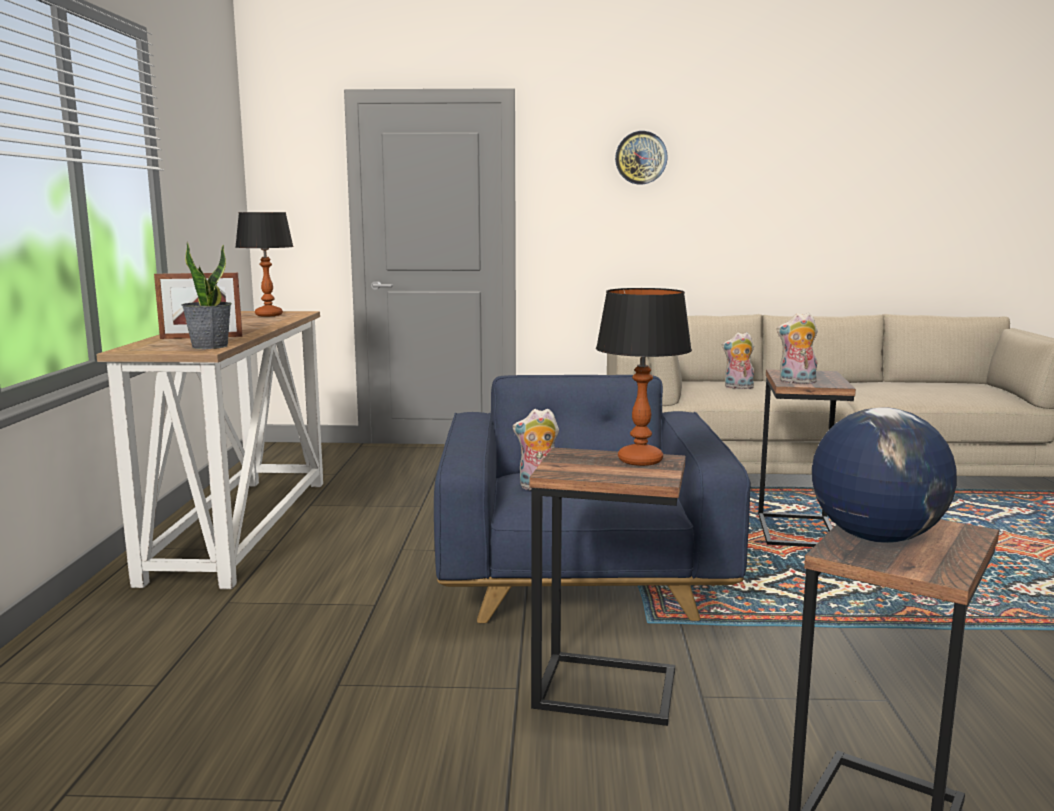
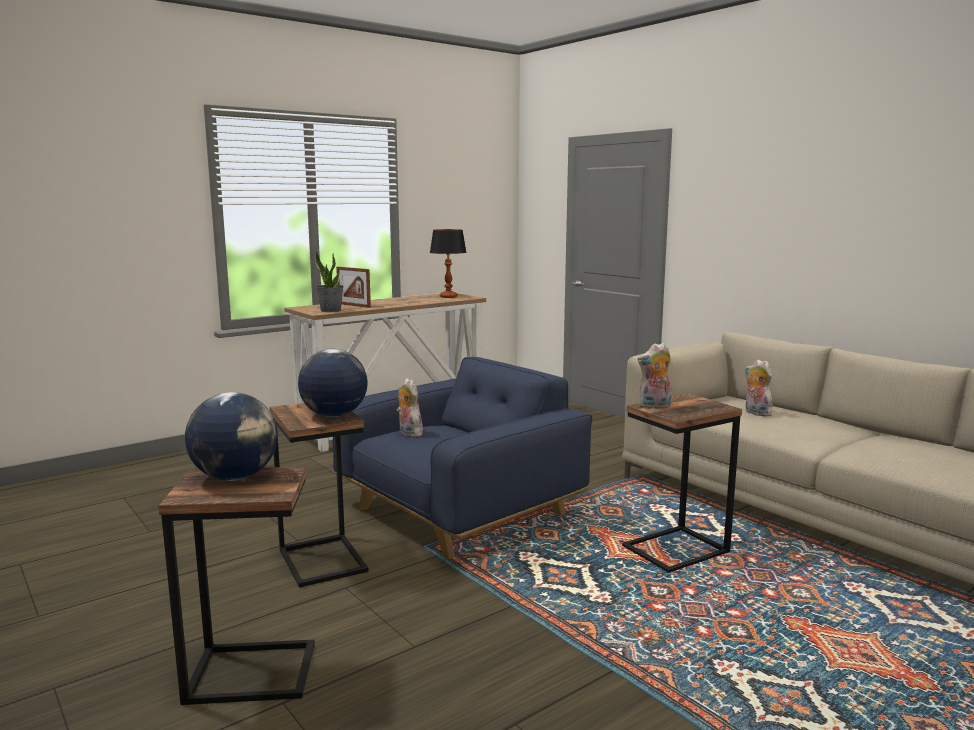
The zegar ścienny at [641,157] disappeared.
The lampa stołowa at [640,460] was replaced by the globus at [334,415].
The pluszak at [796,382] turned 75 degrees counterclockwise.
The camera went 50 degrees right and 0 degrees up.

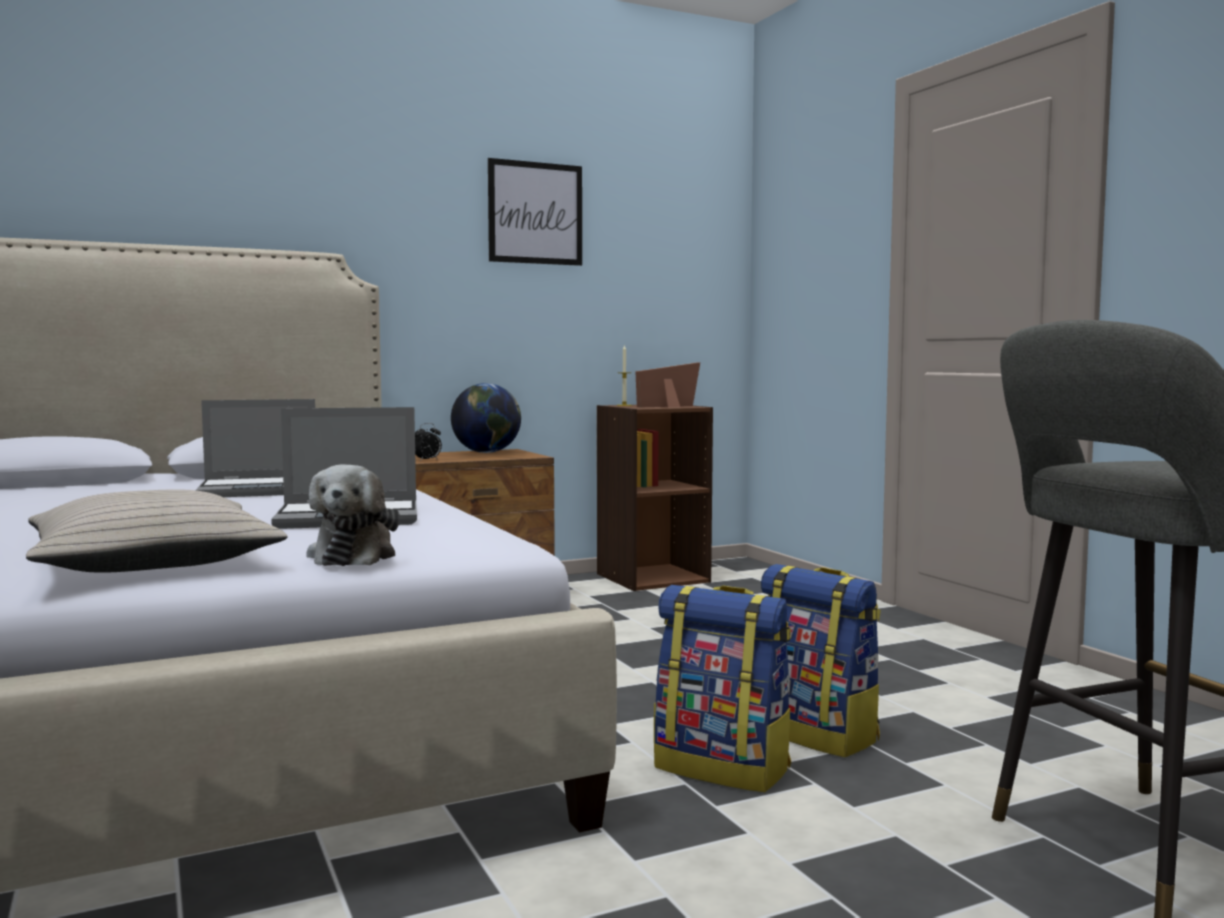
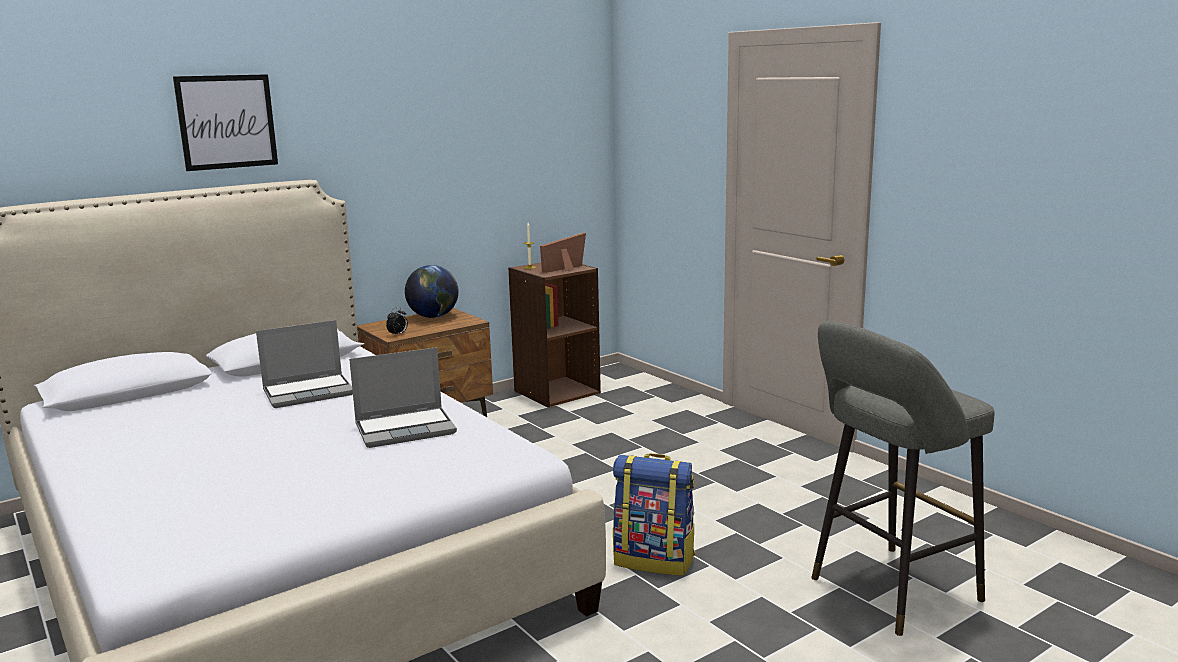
The poduszka/beżowy at [153,561] disappeared.
The pluszak at [354,555] disappeared.
The plecak at [817,734] disappeared.
The obraz moved from [535,213] to [227,122].
The camera went 10 degrees left and 10 degrees up.

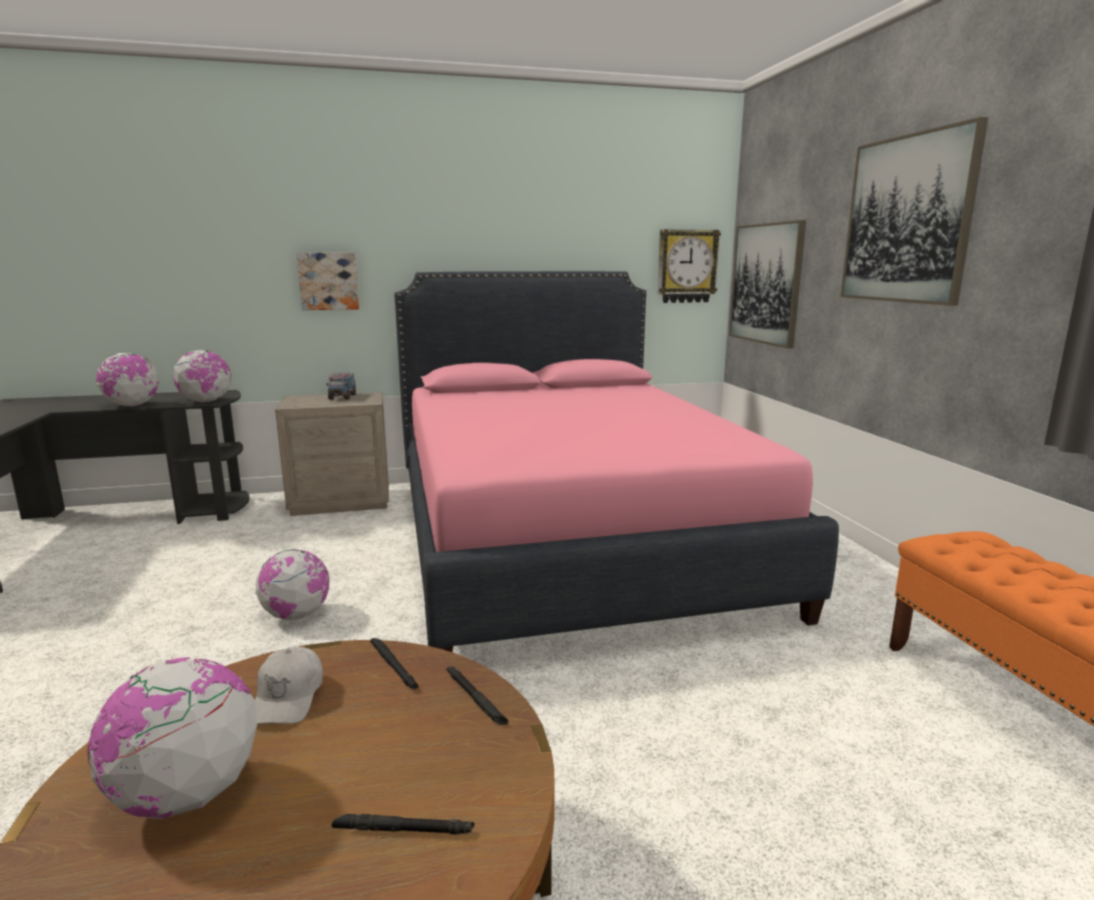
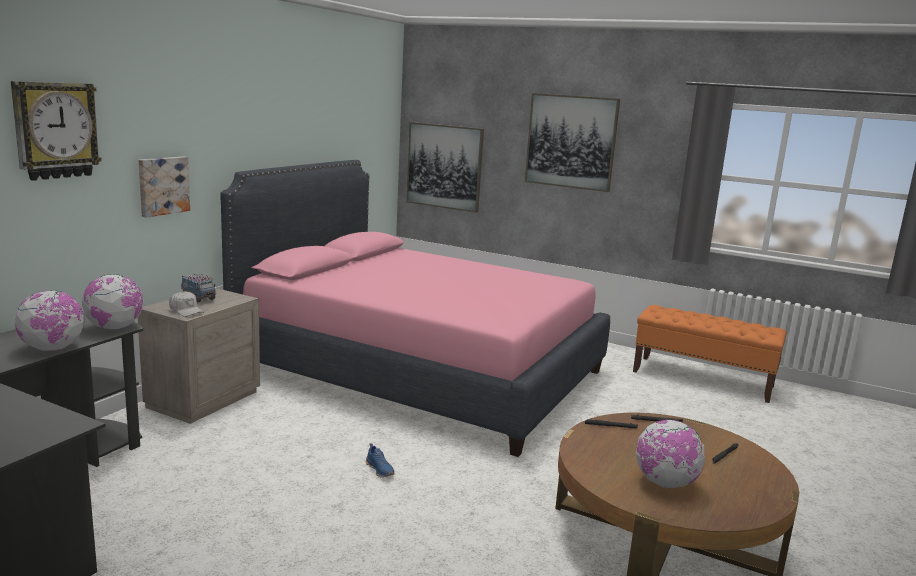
The czapka z daszkiem/biały moved from [288,697] to [186,310].
The zegar ścienny moved from [686,266] to [55,130].
The globus at [297,615] was replaced by the but/niebieski at [380,469].
The camera went 50 degrees left and 0 degrees up.

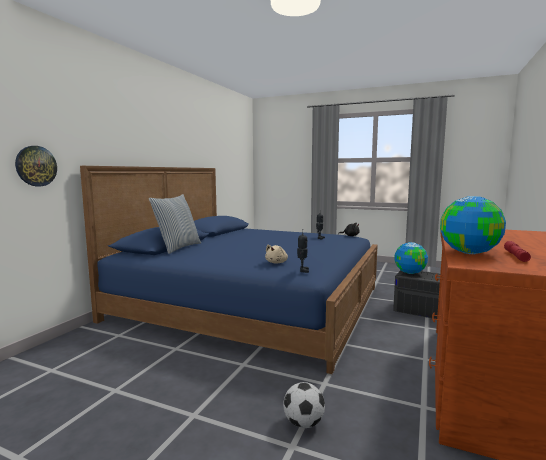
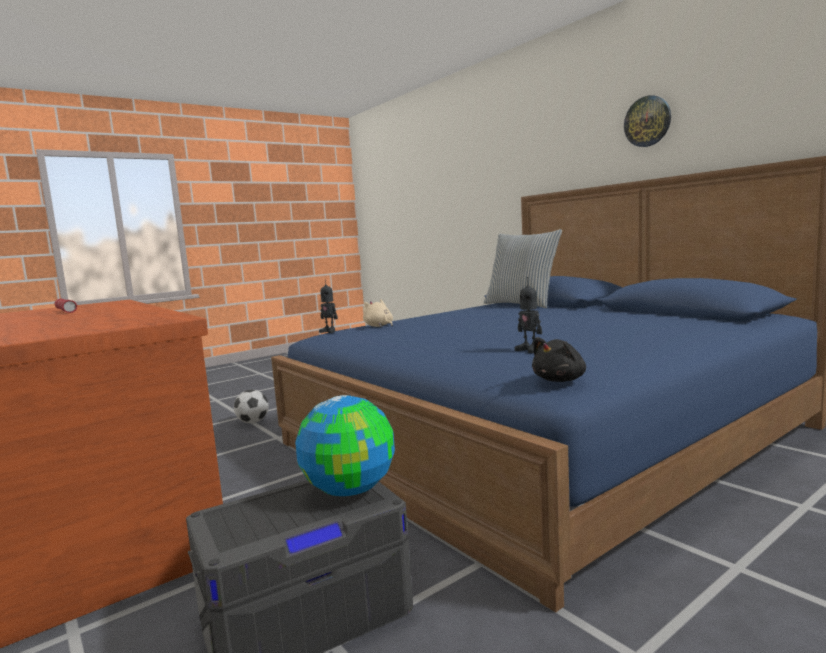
The globus at [469,252] disappeared.
The zegar ścienny moved from [36,166] to [647,121].
The camera went 120 degrees right and 0 degrees up.

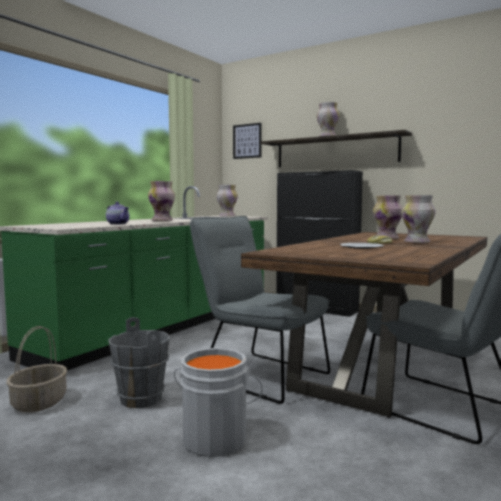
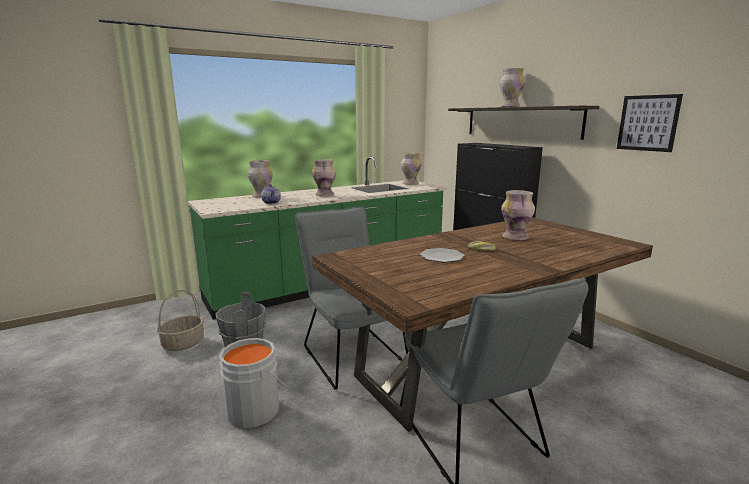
The obraz moved from [247,141] to [648,123].
The wazon moved from [416,242] to [261,196].
The camera went 25 degrees right and 10 degrees up.

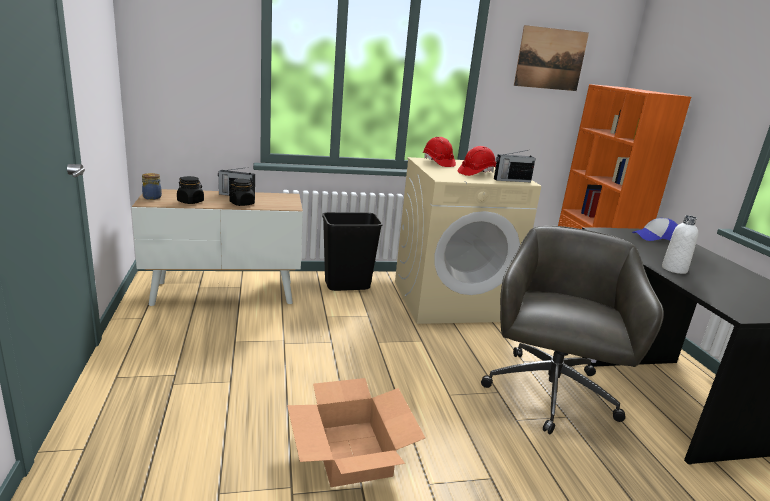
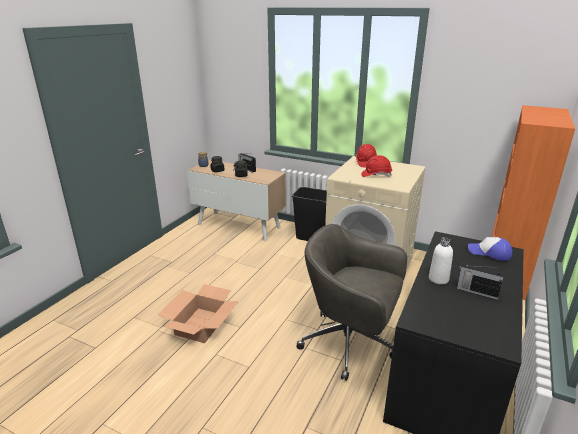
The obraz at [550,59] disappeared.
The radio moved from [511,180] to [476,291].
The krzesło biurowe/szary at [549,394] turned 120 degrees counterclockwise.
The camera went 40 degrees right and 5 degrees up.

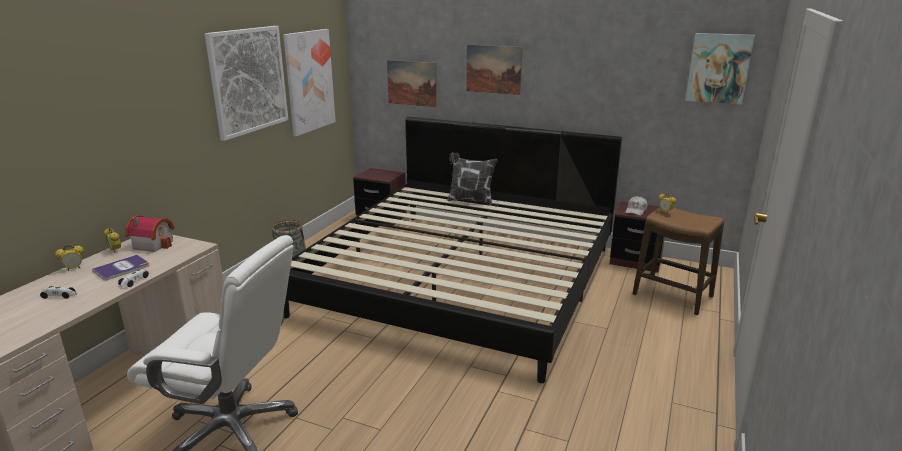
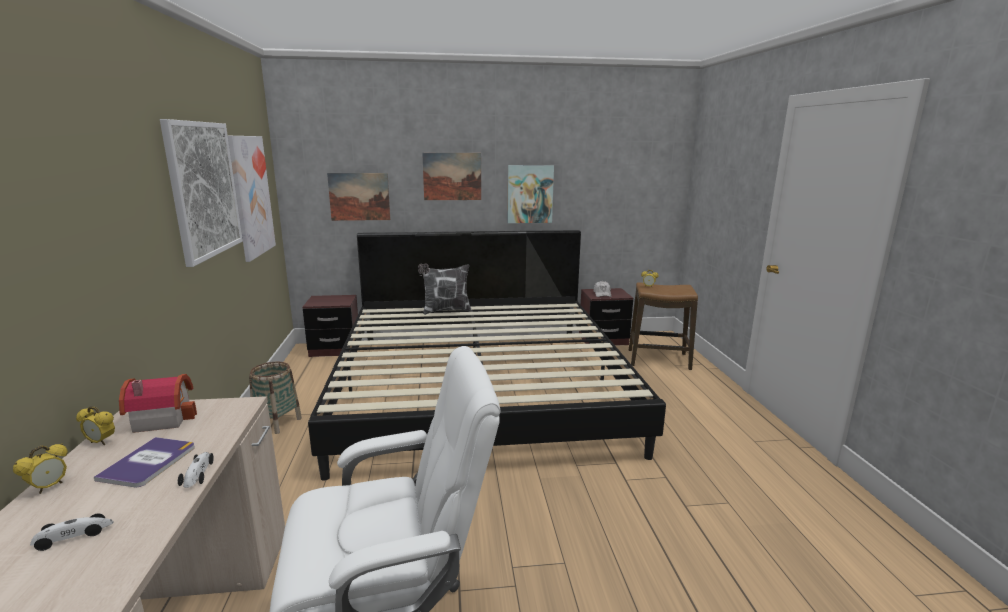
The obraz moved from [718,68] to [530,194].
The camera went 30 degrees left and 5 degrees down.

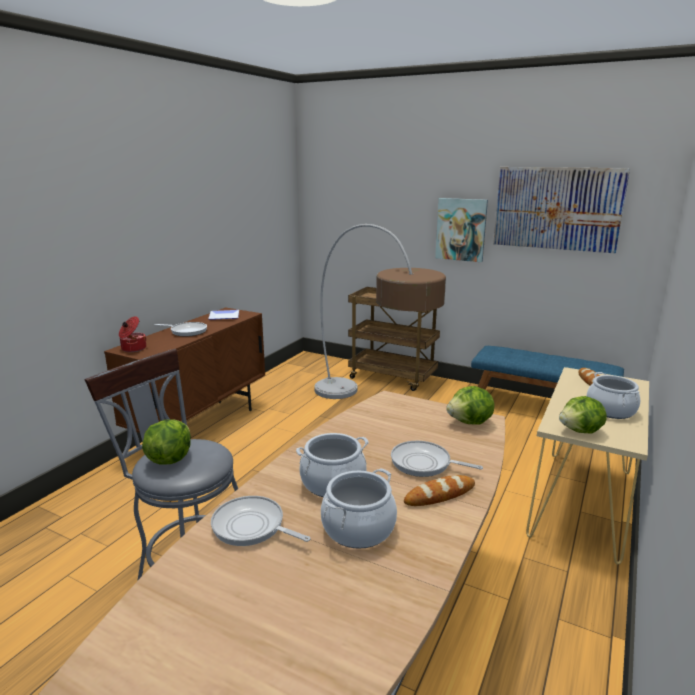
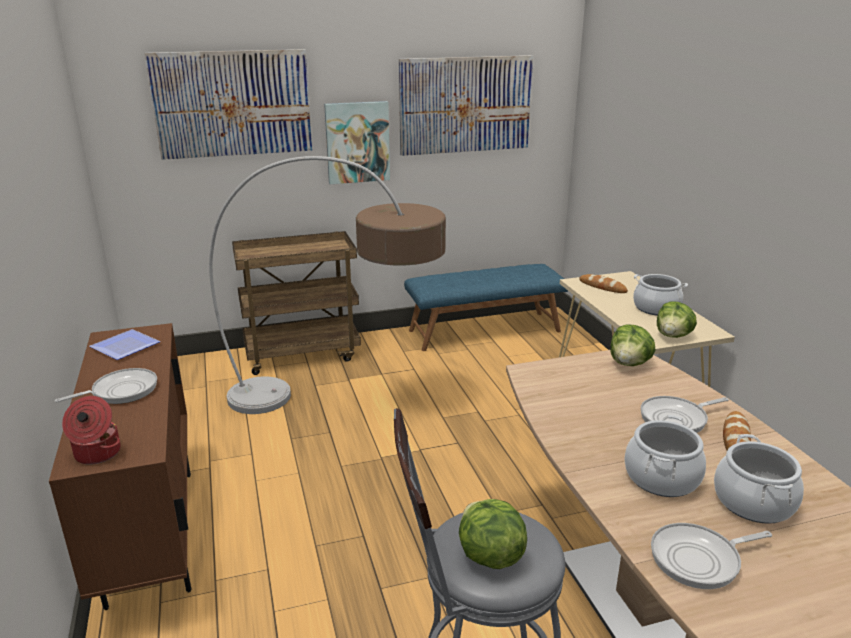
The obraz at [233,104] appeared.
The camera went 45 degrees left and 5 degrees up.

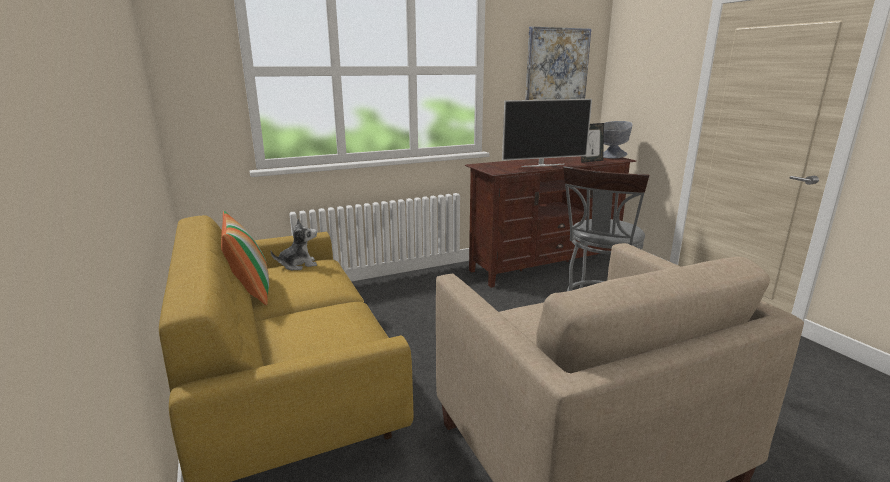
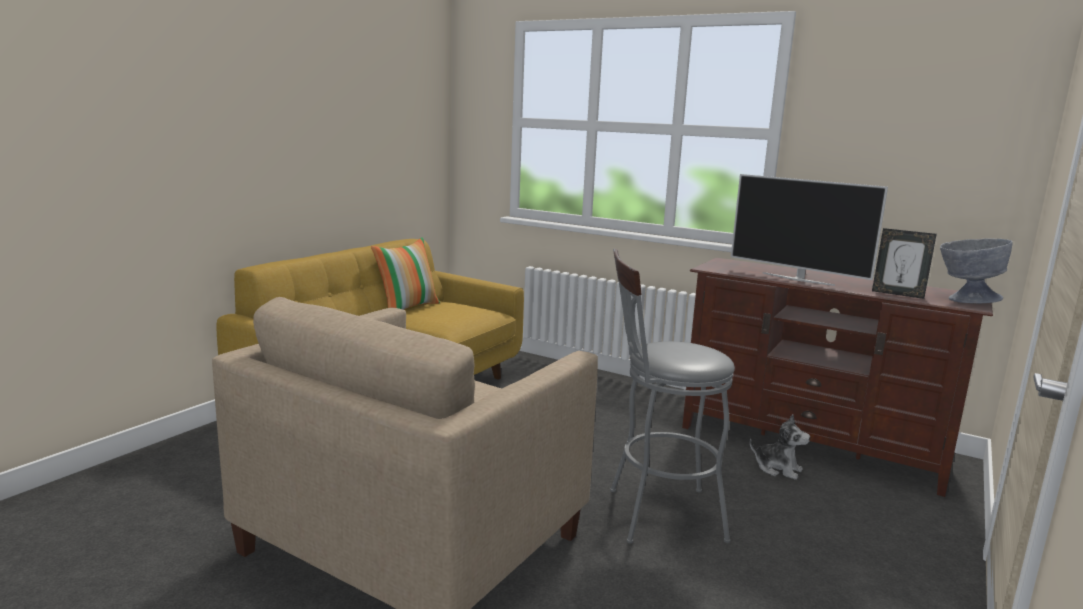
The obraz at [557,66] disappeared.
The pluszak moved from [298,265] to [778,469].
The camera went 55 degrees right and 5 degrees down.

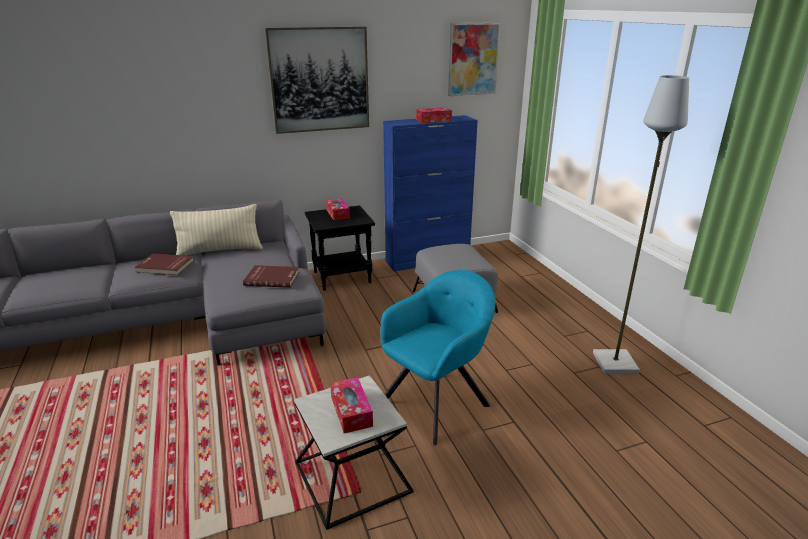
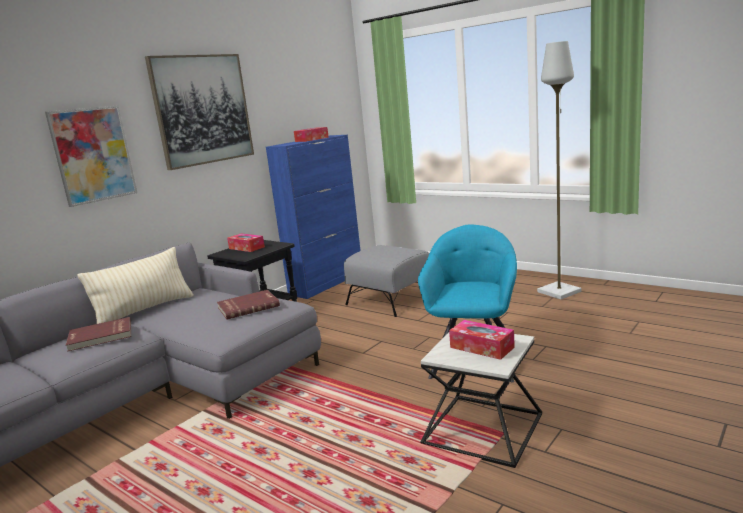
The obraz moved from [473,59] to [93,155].
The camera went 30 degrees left and 10 degrees down.

